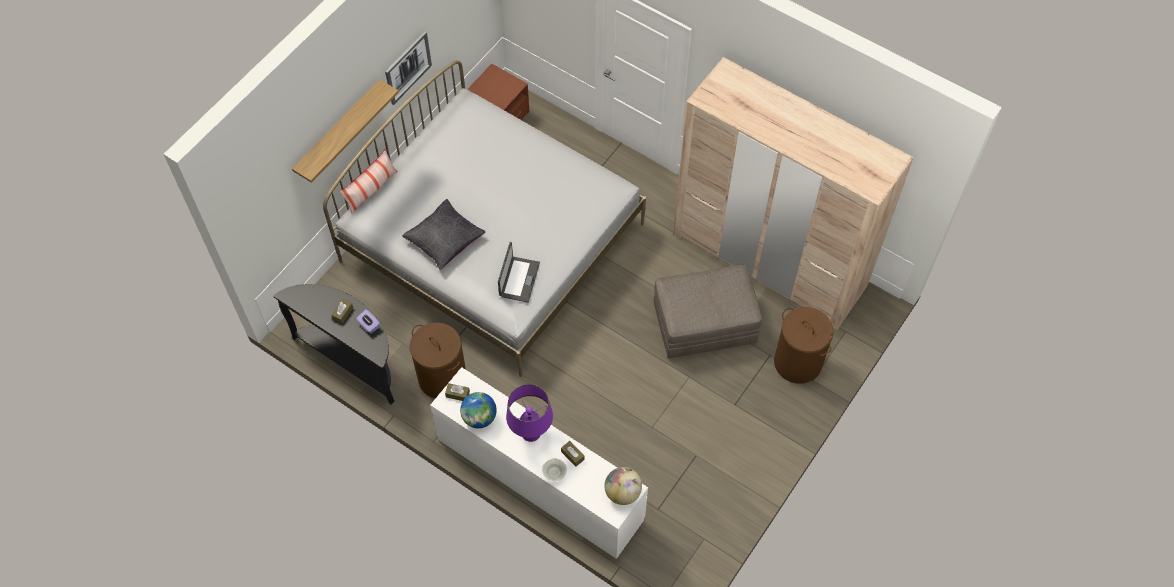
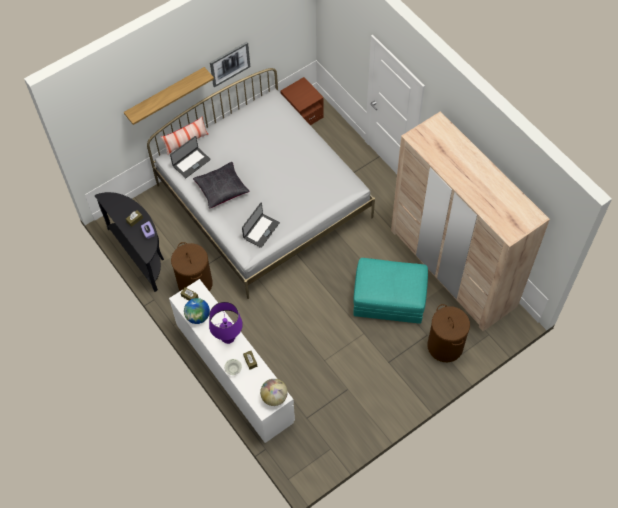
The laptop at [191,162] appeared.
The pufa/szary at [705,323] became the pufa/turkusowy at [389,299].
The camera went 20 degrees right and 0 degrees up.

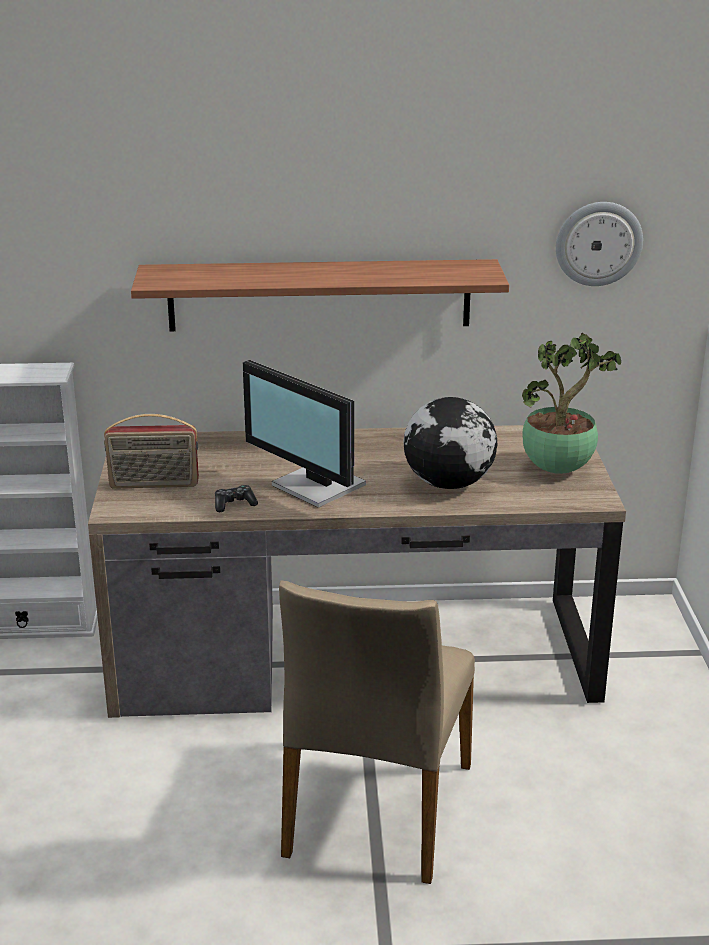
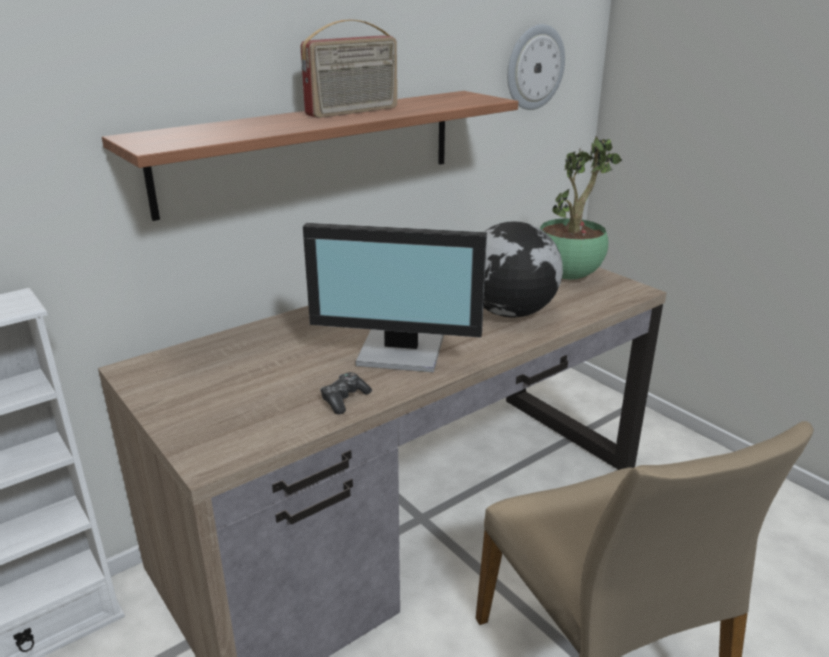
The radio moved from [154,484] to [353,112].
The camera went 35 degrees left and 0 degrees up.

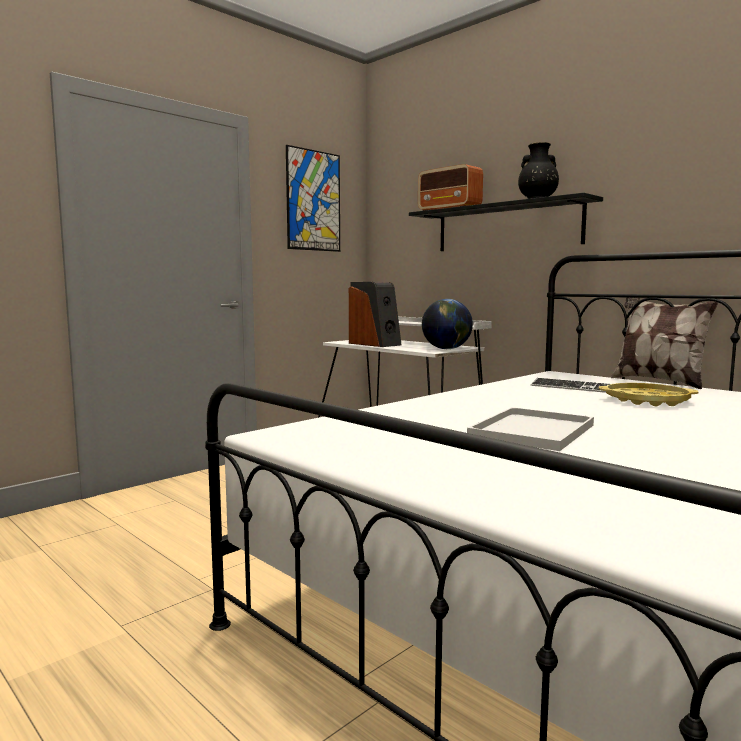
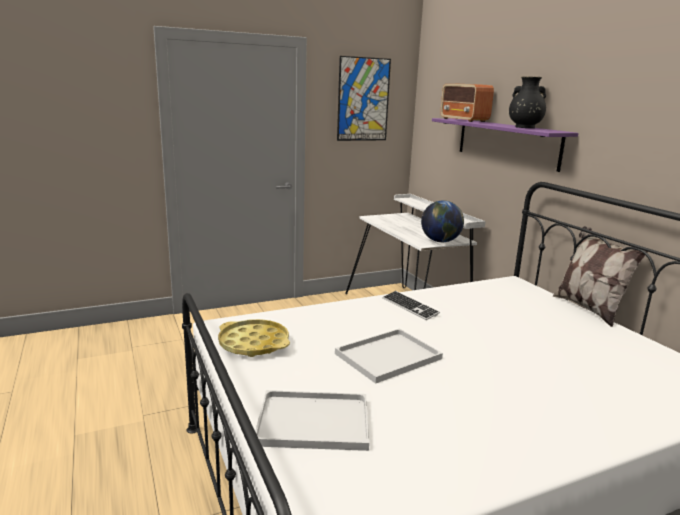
The głośnik at [375,344] disappeared.
The taca/biały at [316,421] appeared.
The klawiatura moved from [571,387] to [409,306].
The taca/żółty moved from [646,400] to [254,343].
The półka/czarny at [506,227] became the półka/fioletowy at [506,142].
The camera went 20 degrees right and 10 degrees up.

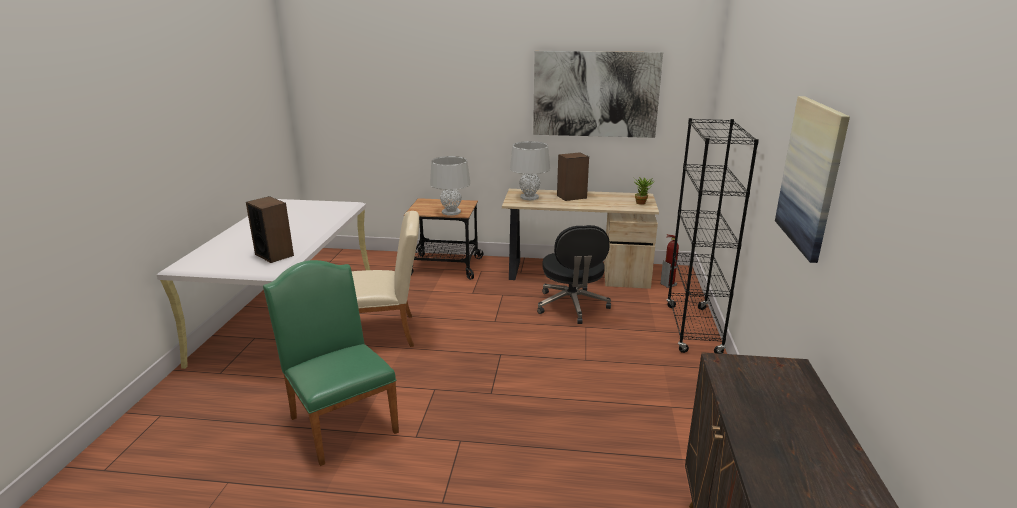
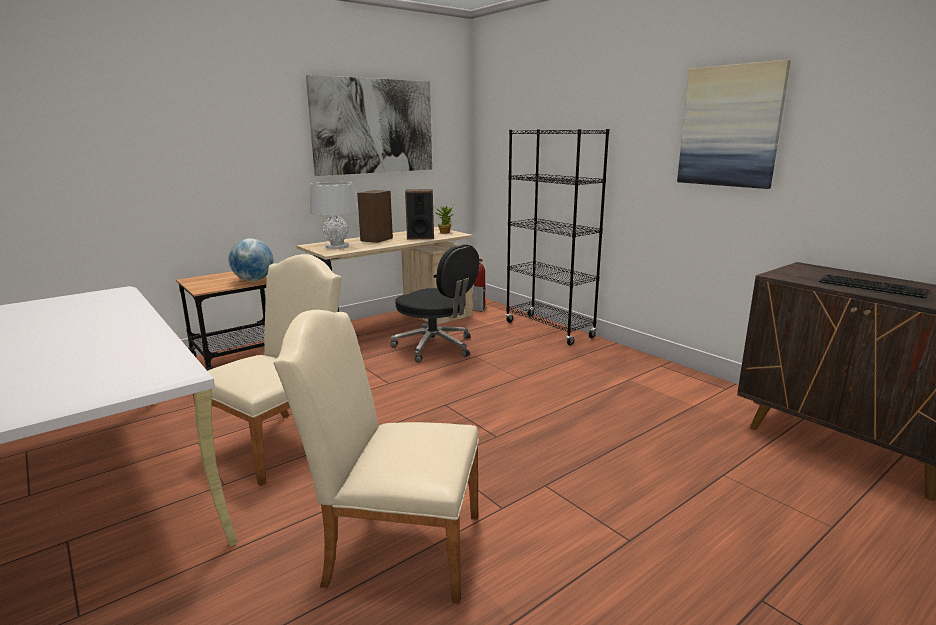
The klawiatura at [873,287] appeared.
The głośnik moved from [274,255] to [420,237].
The lampa stołowa/szary at [451,212] was replaced by the globus at [253,280].
The krzesło/zielony at [341,420] became the krzesło/beżowy at [394,546].
The camera went 45 degrees left and 5 degrees down.

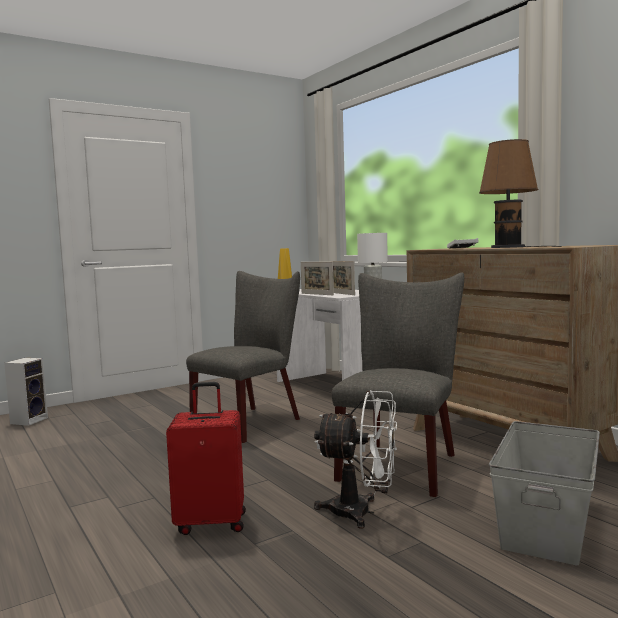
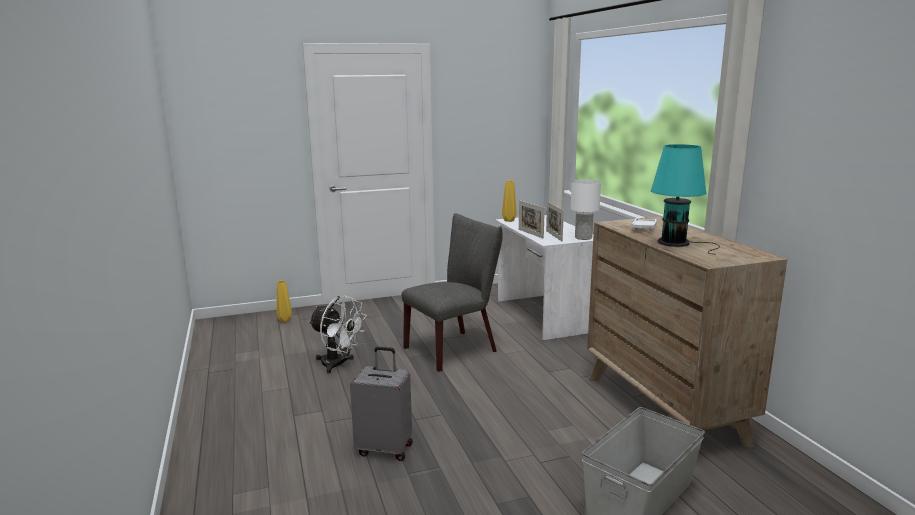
The krzesło/szary at [401,464] disappeared.
The wentylator/biały moved from [361,512] to [338,365].
The głośnik at [29,420] was replaced by the wazon/żółty at [285,320].
The walizka/czerwony at [211,522] became the walizka/szary at [385,448].
The lampa stołowa/brązowy at [512,247] became the lampa stołowa/turkusowy at [677,243].
The camera went 15 degrees right and 10 degrees up.

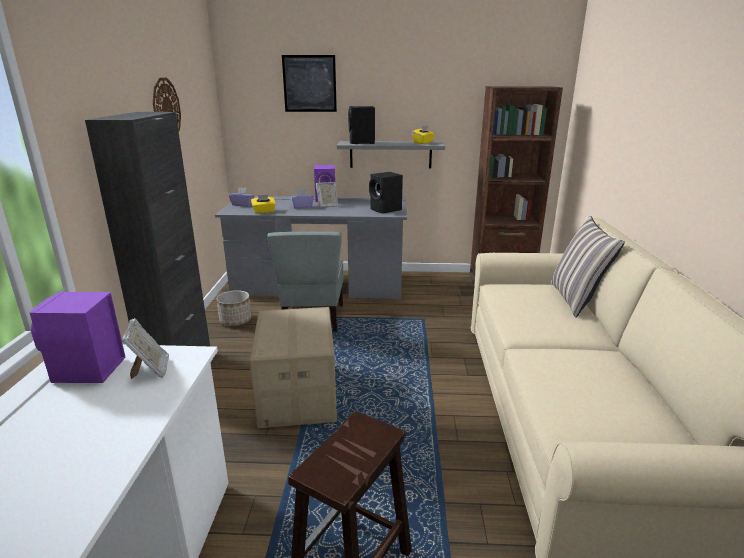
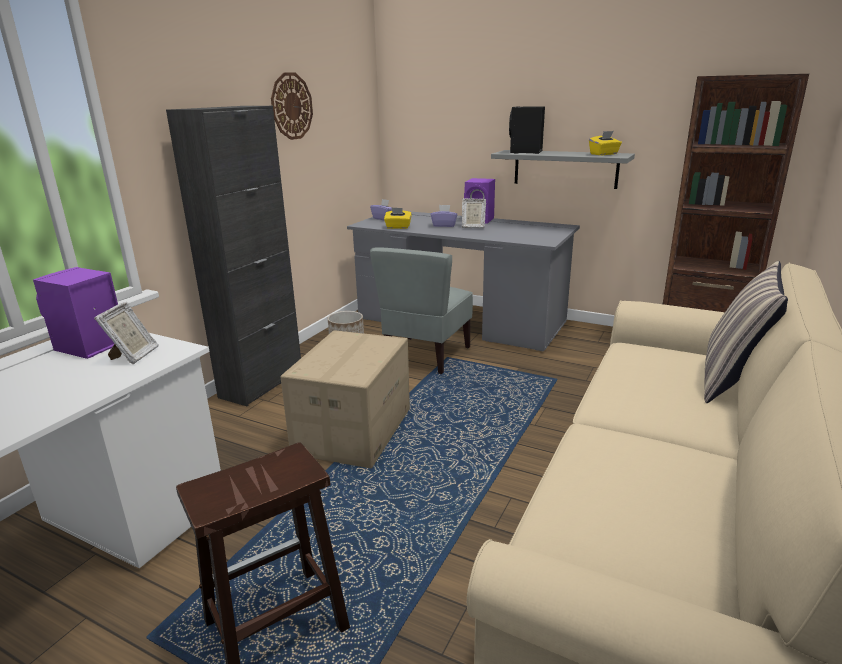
The obraz at [309,83] disappeared.
The głośnik/czarny at [386,210] disappeared.
The camera went 25 degrees right and 0 degrees up.

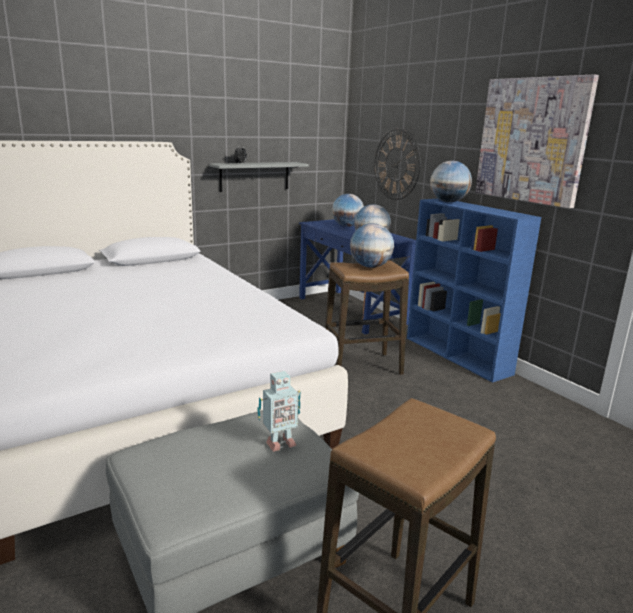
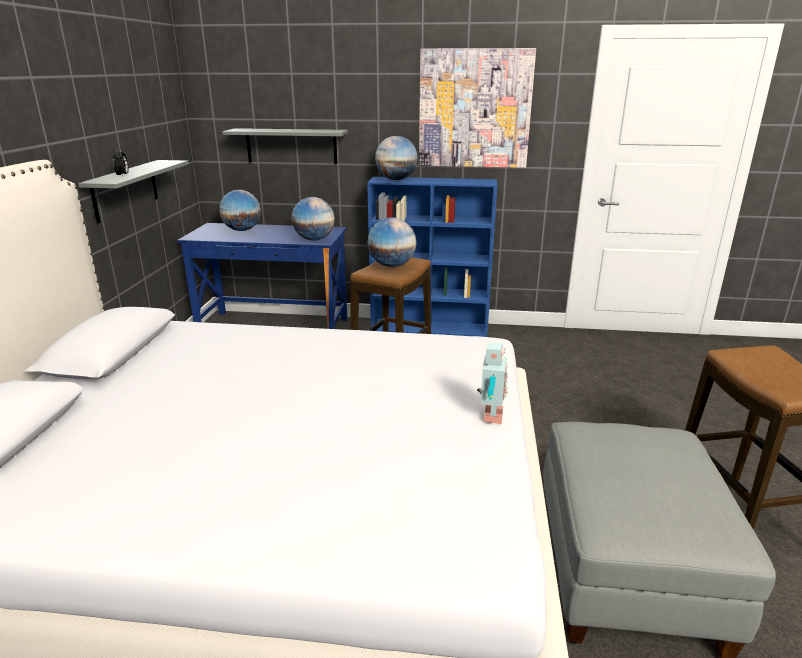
The robot zabawkowy moved from [279,443] to [490,417].
The zegar ścienny at [396,164] was replaced by the półka/szary at [291,146].
The camera went 50 degrees left and 5 degrees up.

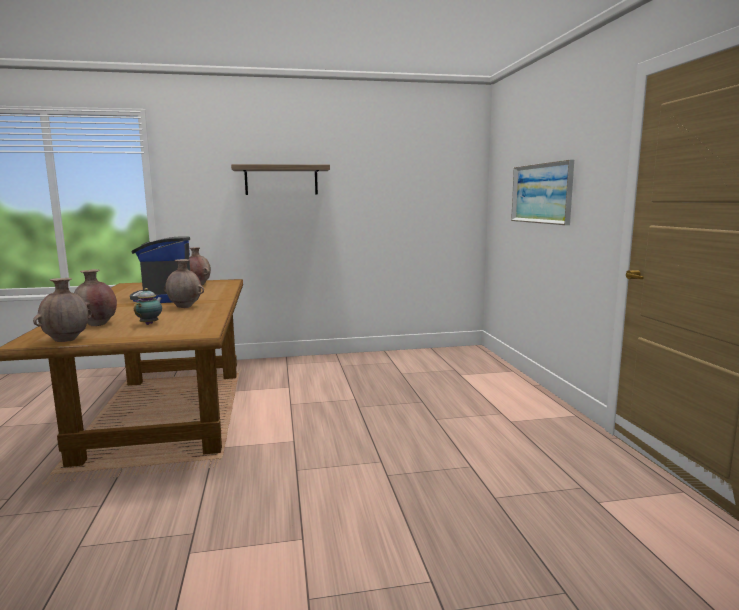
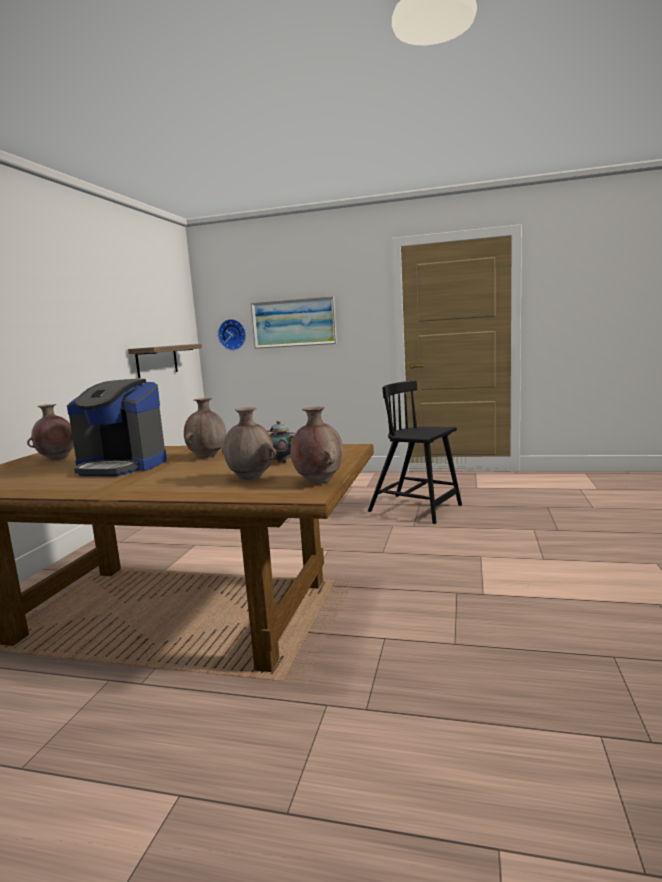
The zegar ścienny at [232,334] appeared.
The krzesło/czarny at [416,509] appeared.
The półka moved from [281,180] to [157,360].
The camera went 65 degrees left and 0 degrees up.

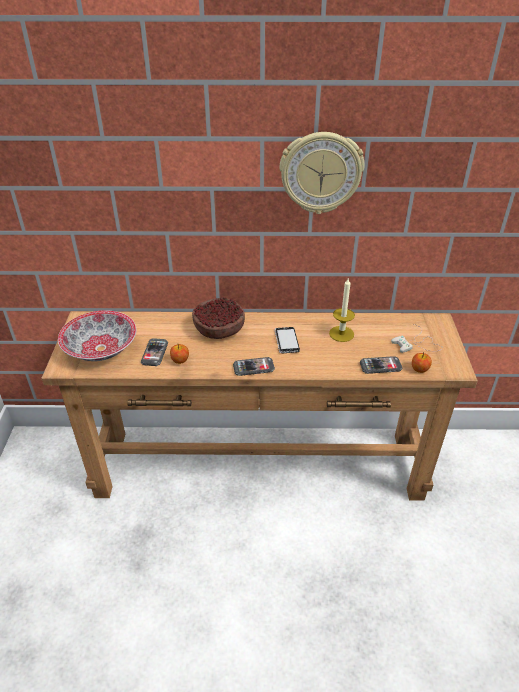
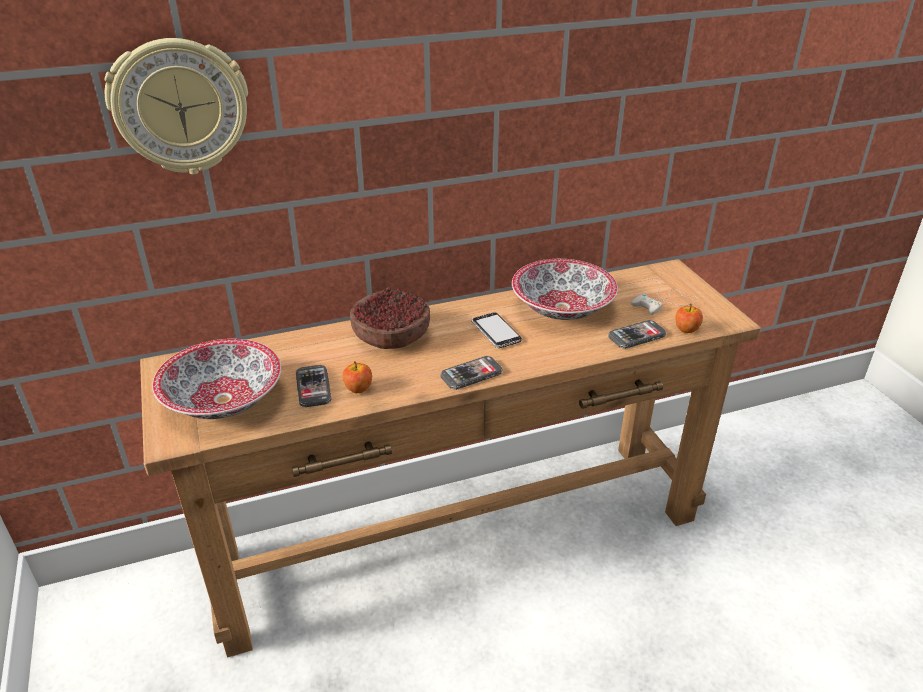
The zegar ścienny moved from [321,173] to [180,107].
The świeca at [341,334] was replaced by the miska at [562,308].
The camera went 20 degrees left and 5 degrees down.

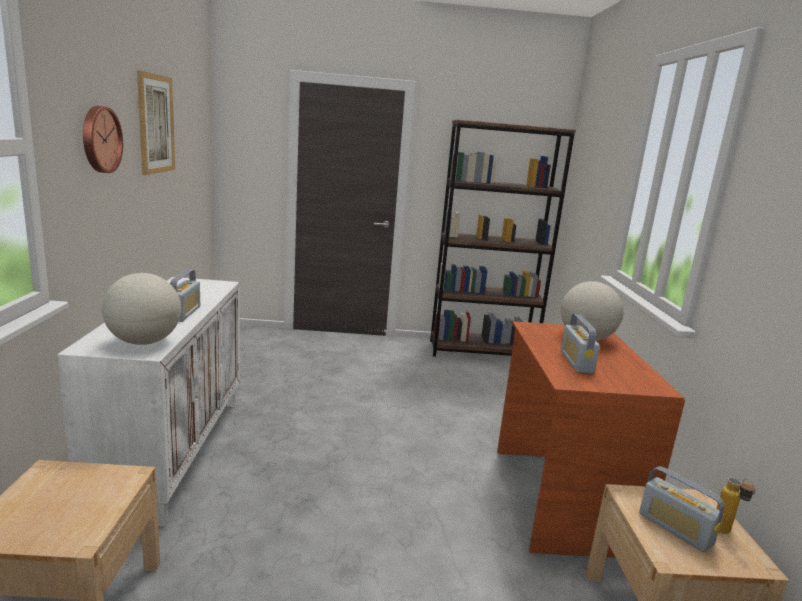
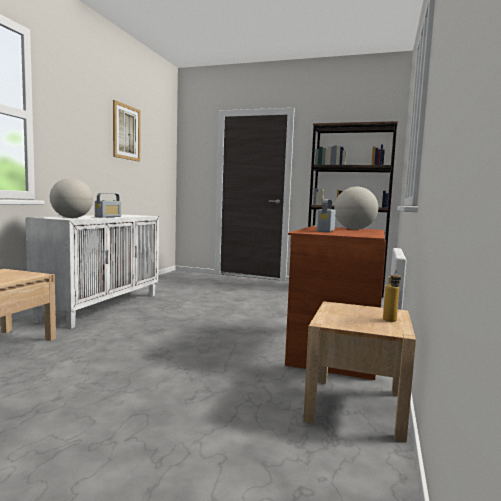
The zegar ścienny at [100,139] disappeared.
The radio at [675,529] disappeared.
The camera went 20 degrees right and 10 degrees down.

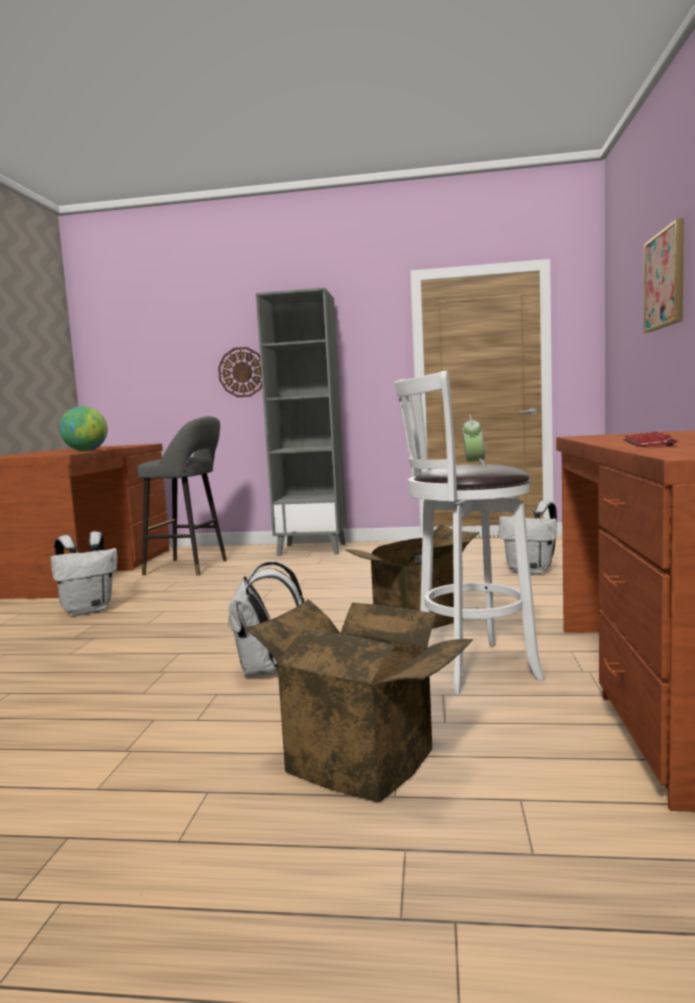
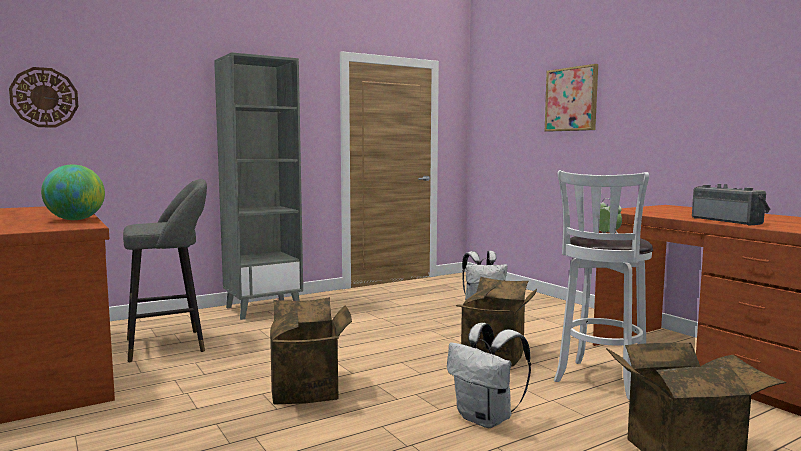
The plecak/biały at [88,610] disappeared.
The karton at [309,390] appeared.
The zegar ścienny moved from [242,372] to [44,97].
The klawiatura at [648,443] was replaced by the radio at [728,221].
The camera went 40 degrees left and 0 degrees up.

